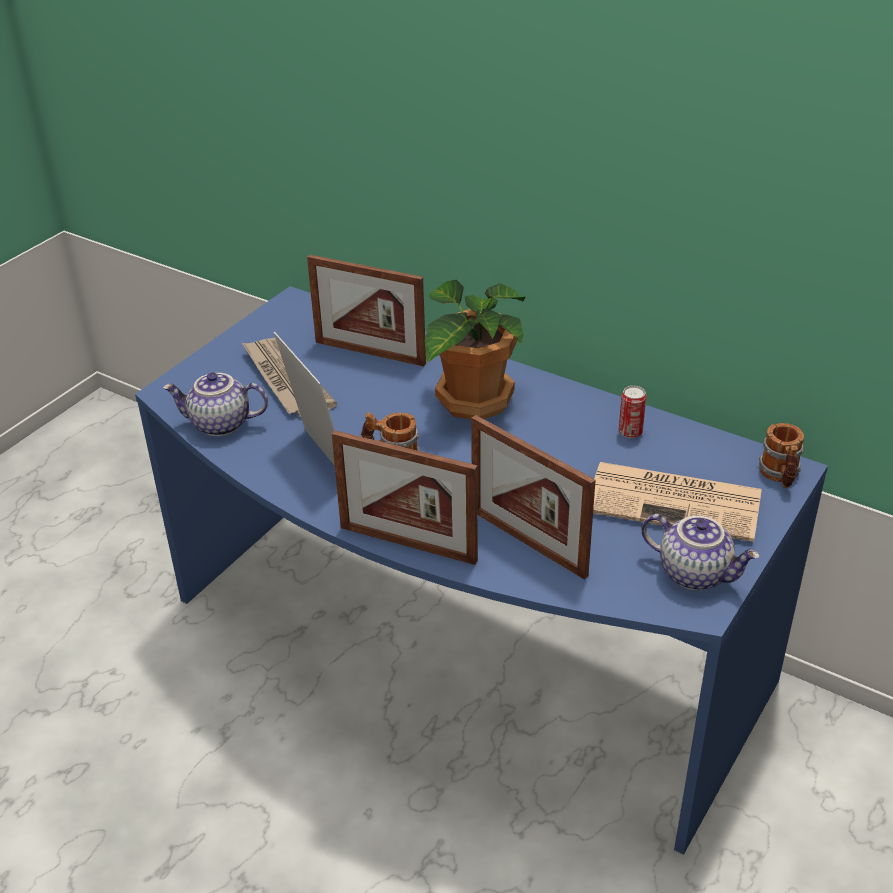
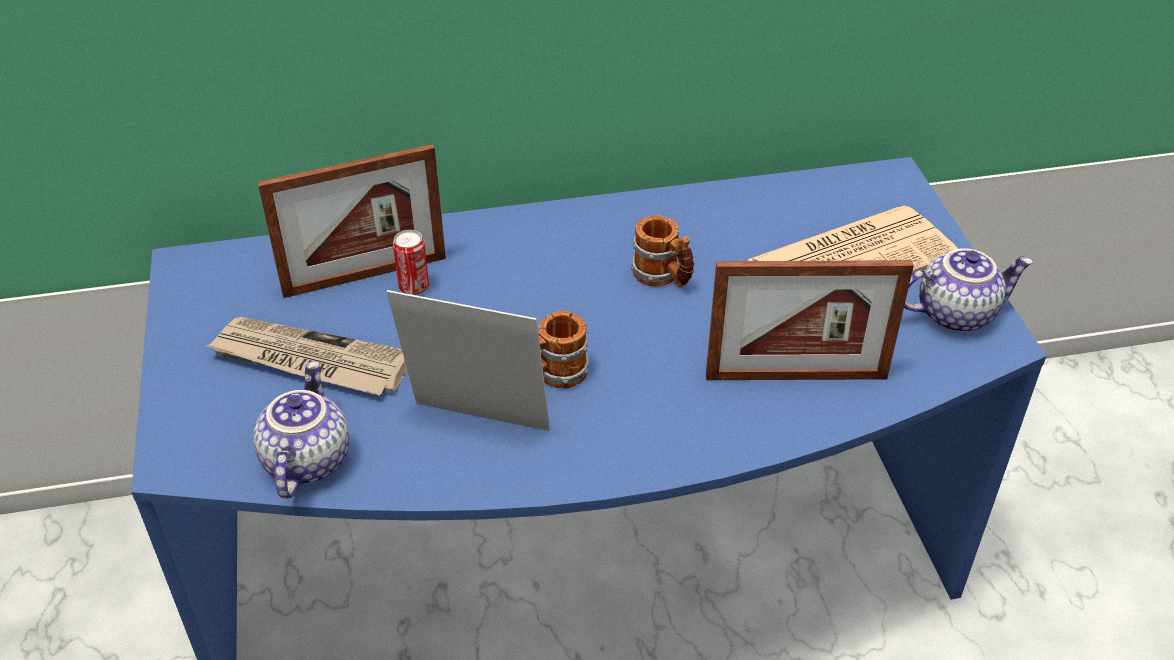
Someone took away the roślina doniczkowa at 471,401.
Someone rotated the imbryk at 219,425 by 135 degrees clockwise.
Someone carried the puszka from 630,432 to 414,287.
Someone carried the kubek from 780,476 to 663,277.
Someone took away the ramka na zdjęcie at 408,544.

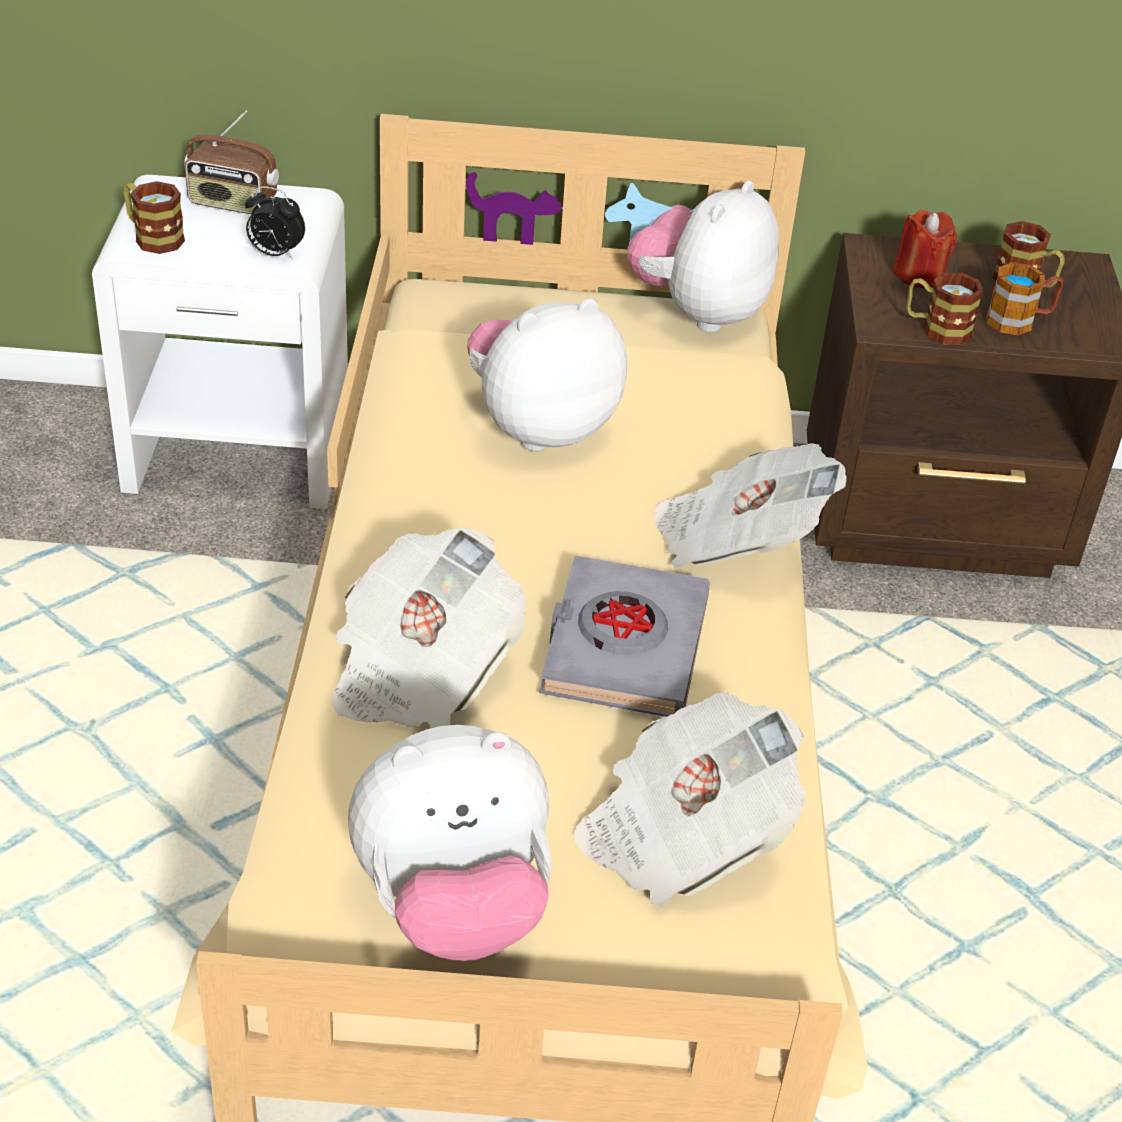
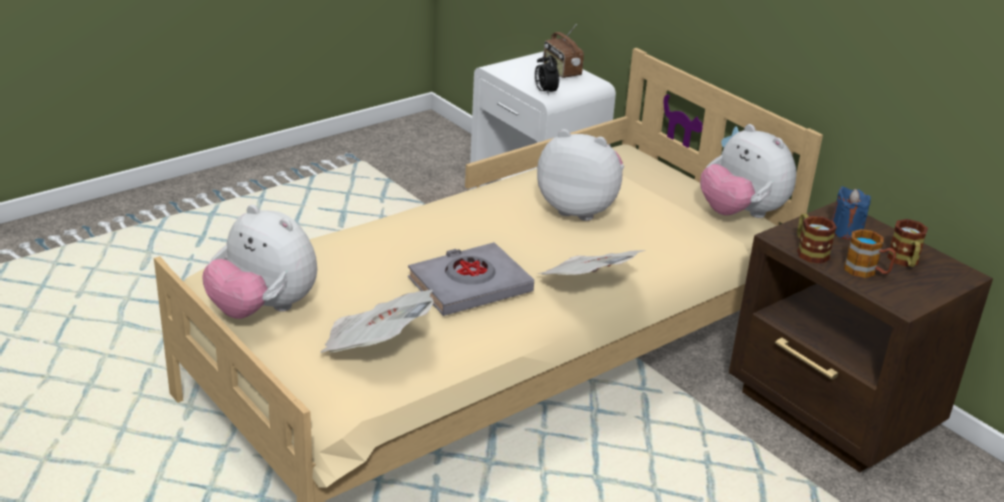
Someone rotated the pluszak at 699,312 by 120 degrees counterclockwise.
Someone took away the kubek at 153,237.
Someone repainted the świeca/czerwony at 919,275, which became the świeca/niebieski at 845,231.
Someone took away the gazeta at 419,670.

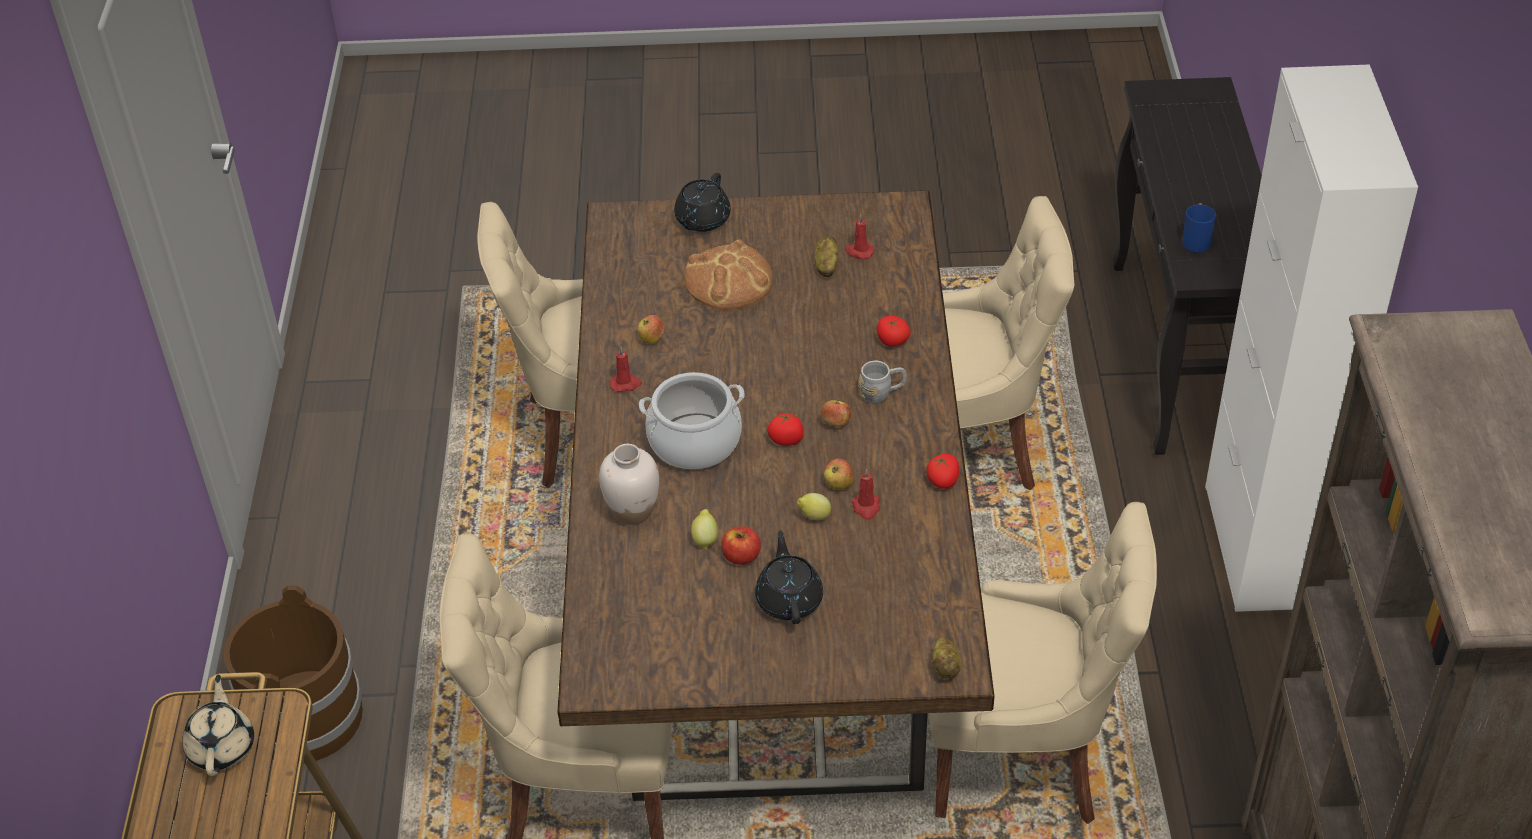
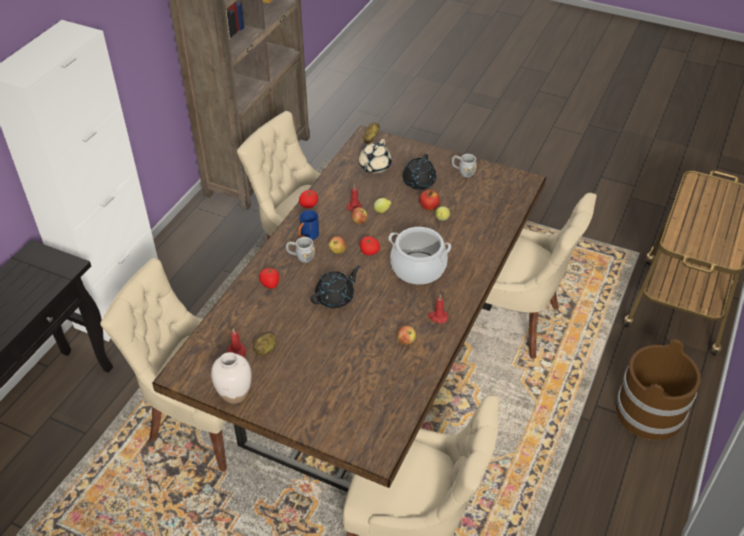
Someone carried the imbryk/czarny from 702,220 to 335,297.
Someone carried the kubek/niebieski from 1196,240 to 307,237.
Someone took away the chleb at 729,280.
Someone carried the wazon/biały from 632,511 to 234,394.
Someone carried the imbryk/beżowy from 222,746 to 374,167.
Someone put down the kubek/szary at 463,172.

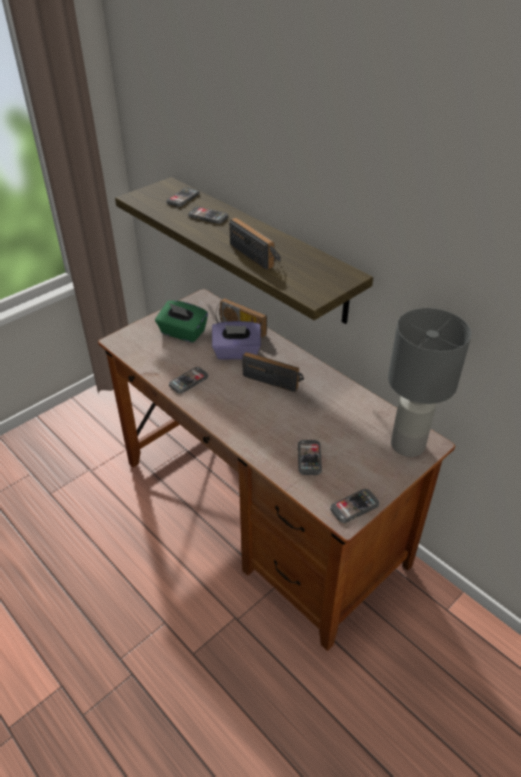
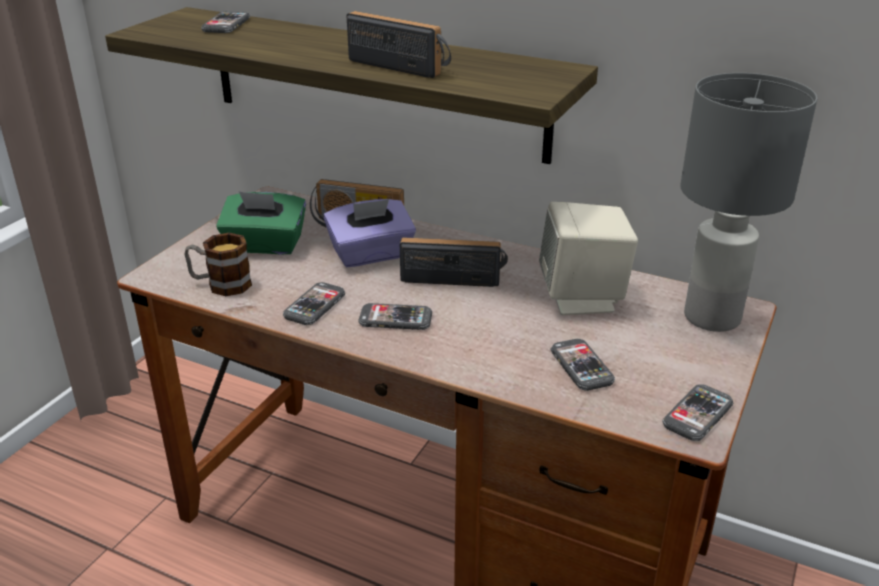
Someone carried the telefon from 208,217 to 395,319.
Someone put down the głośnik/beżowy at 582,298.
Someone put down the kubek at 221,284.

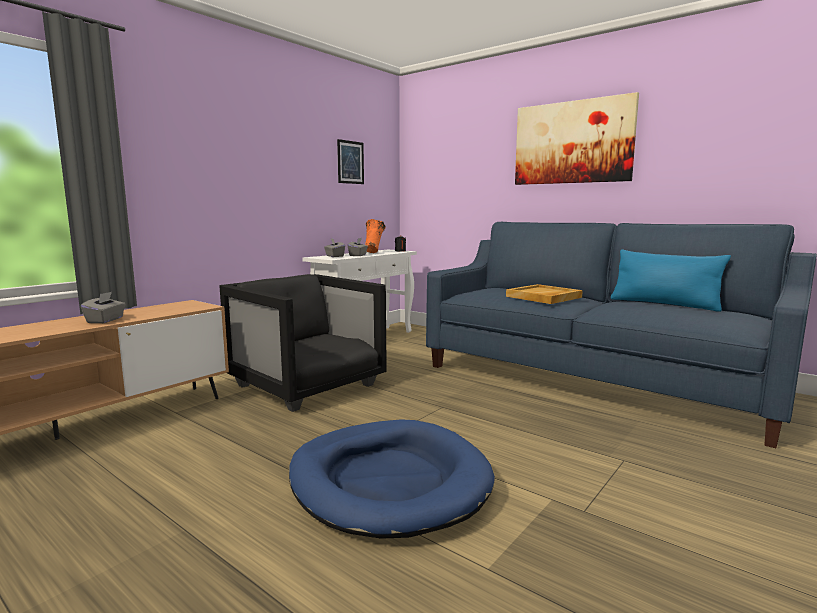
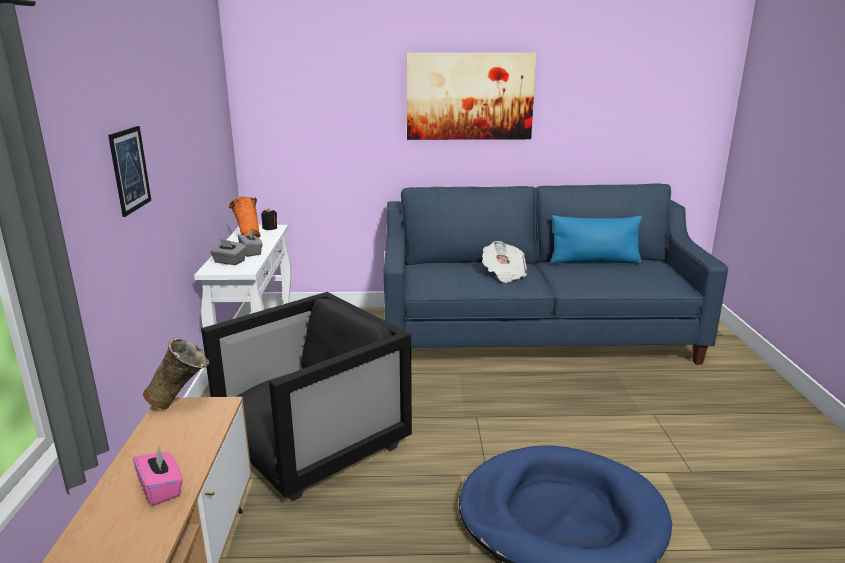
Someone carried the obraz from 350,162 to 130,170.
Someone rotated the fotel/czarny at 308,385 by 135 degrees clockwise.
Someone swapped the taca/beżowy at 543,297 for the gazeta at 504,274.
Someone repainted the pudełko chusteczek/szary at 105,320, which became the pudełko chusteczek/różowy at 161,489.
Someone put down the wazon/beżowy at 182,404.

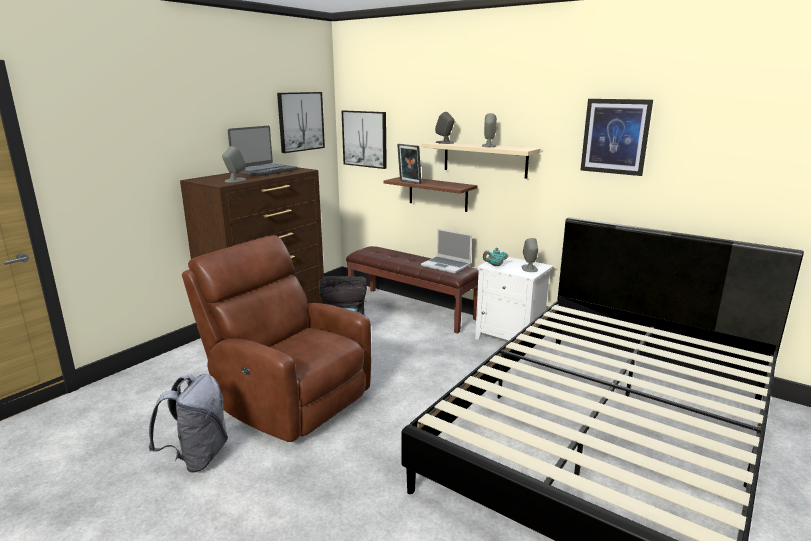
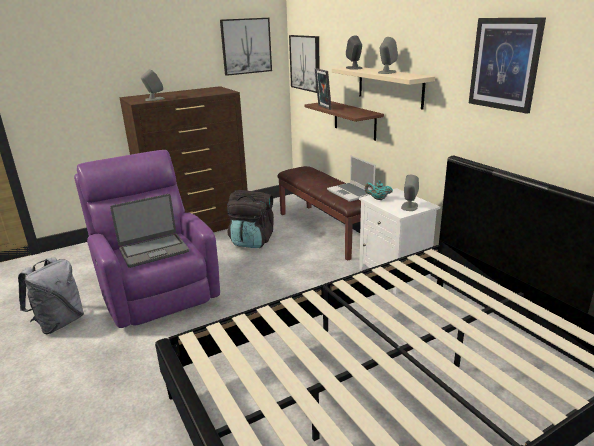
Someone carried the laptop from 265,171 to 153,250.
Someone repainted the fotel/brązowy at 288,399, which became the fotel/fioletowy at 157,292.

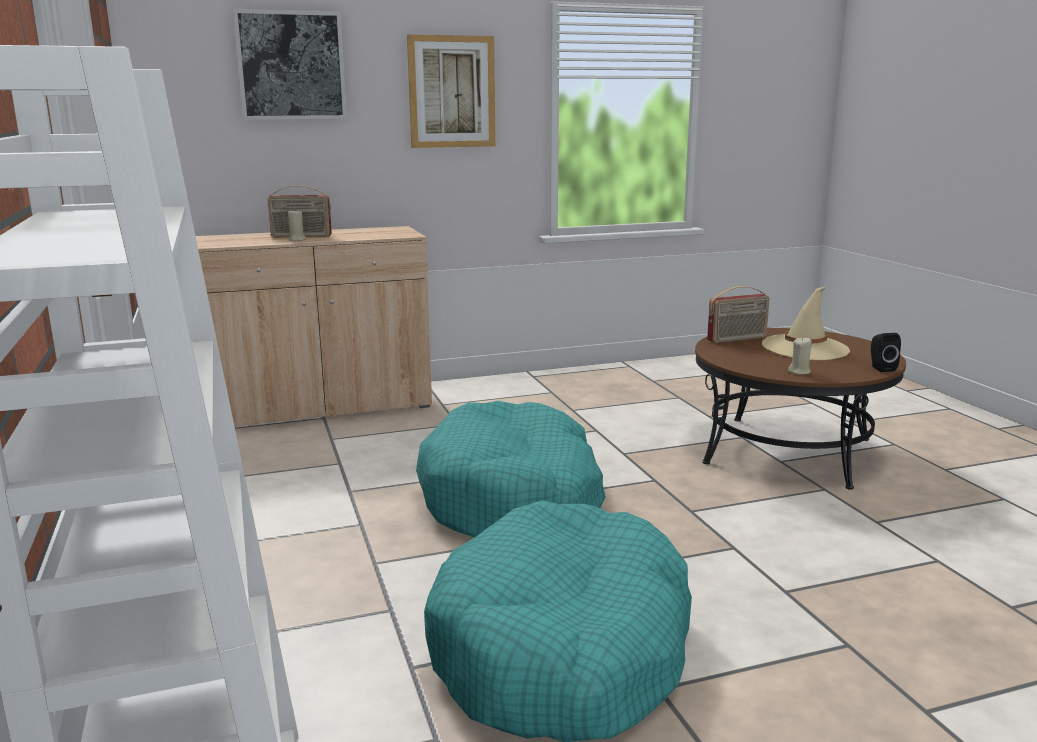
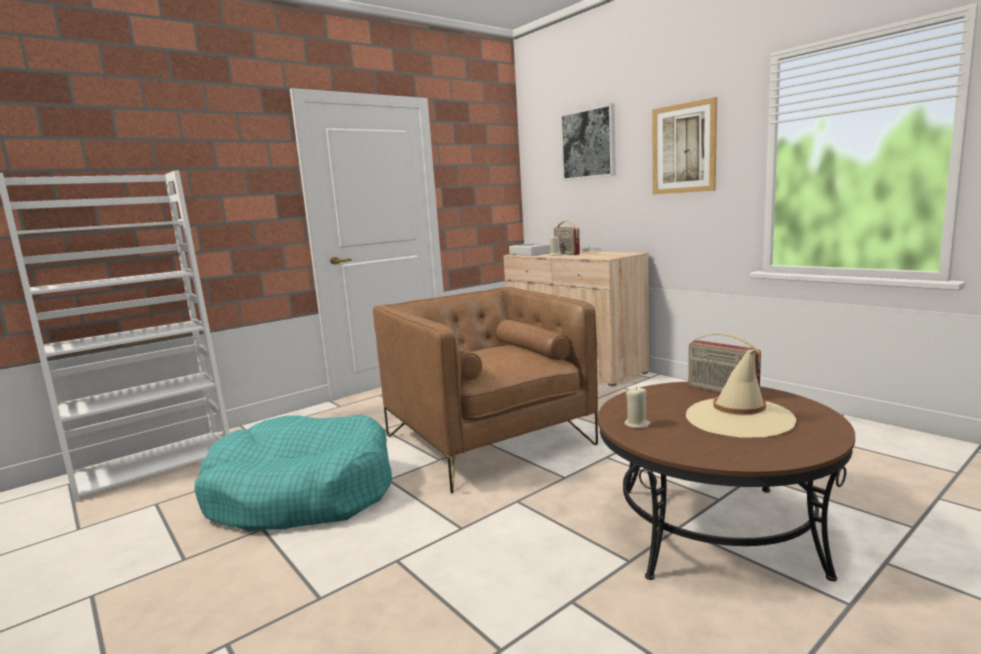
Someone took away the głośnik/czarny at 881,368.
Someone swapped the legowisko/turkusowy at 513,499 for the fotel/brązowy at 487,440.
Someone put down the taca/szary at 533,253.

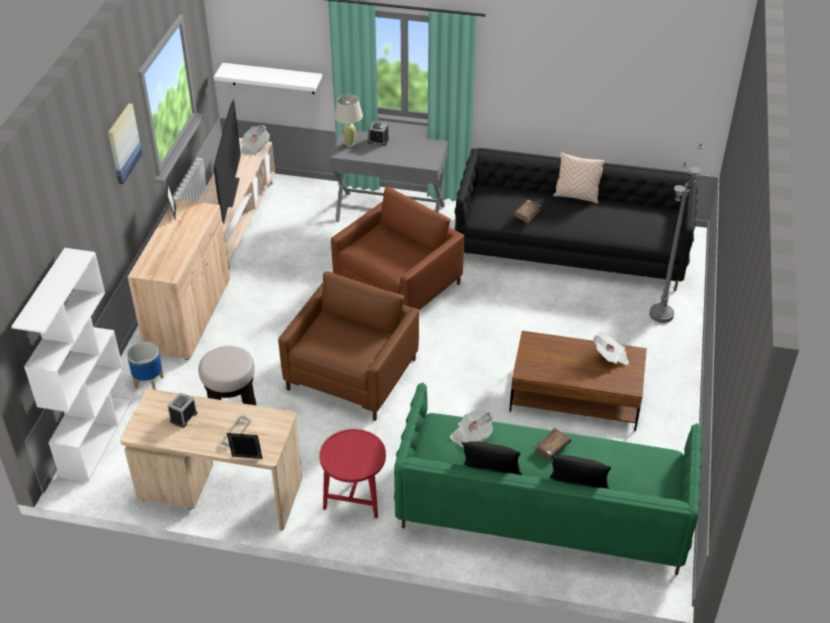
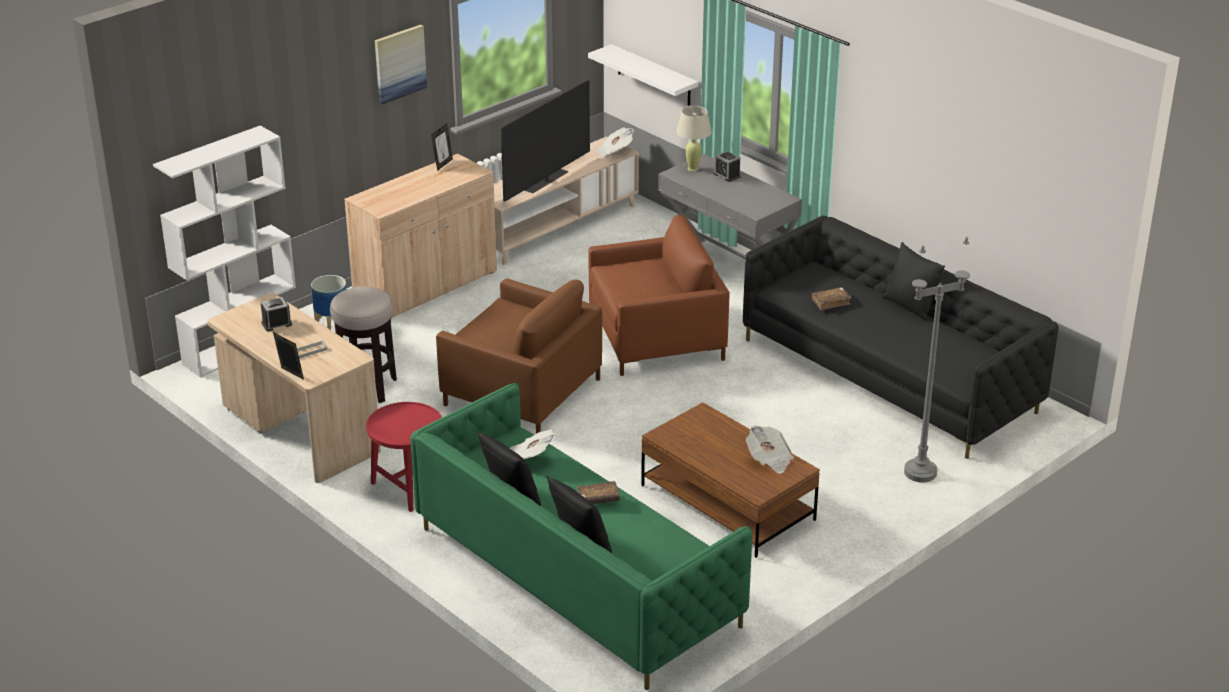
Someone repainted the poduszka/beżowy at 576,196, which became the poduszka/czarny at 909,306.
Someone rotated the fotel/brązowy at 352,374 by 60 degrees clockwise.

